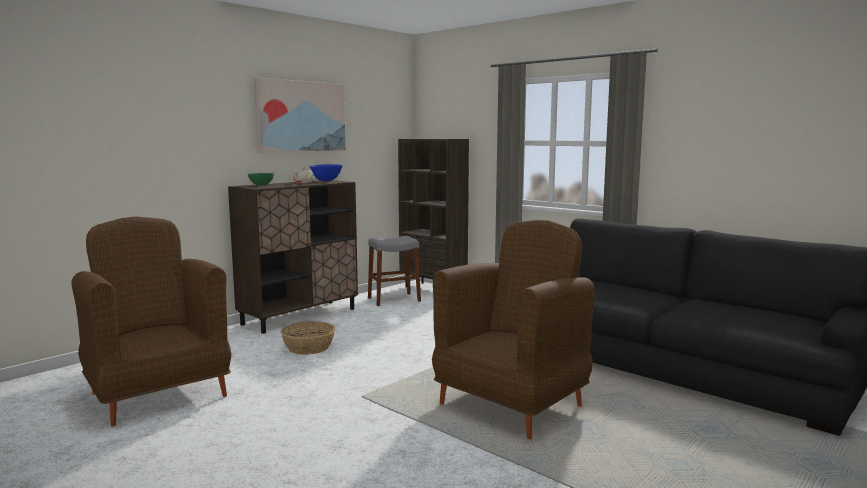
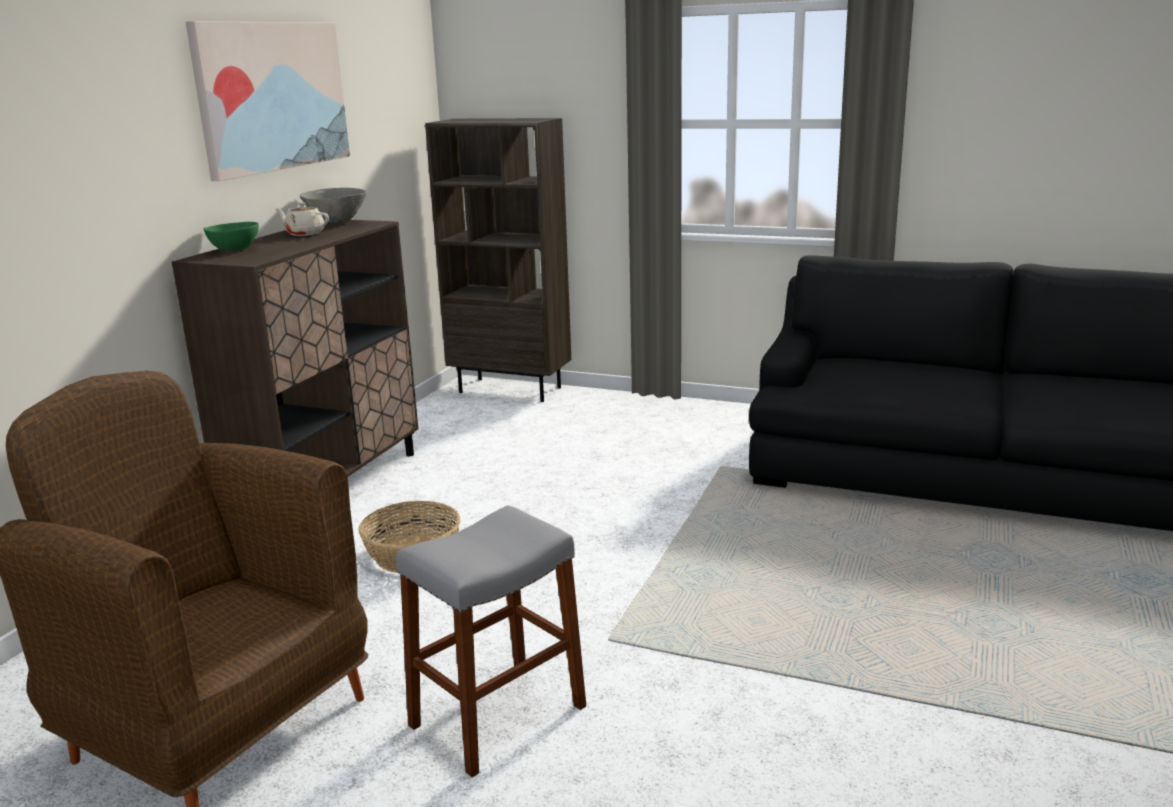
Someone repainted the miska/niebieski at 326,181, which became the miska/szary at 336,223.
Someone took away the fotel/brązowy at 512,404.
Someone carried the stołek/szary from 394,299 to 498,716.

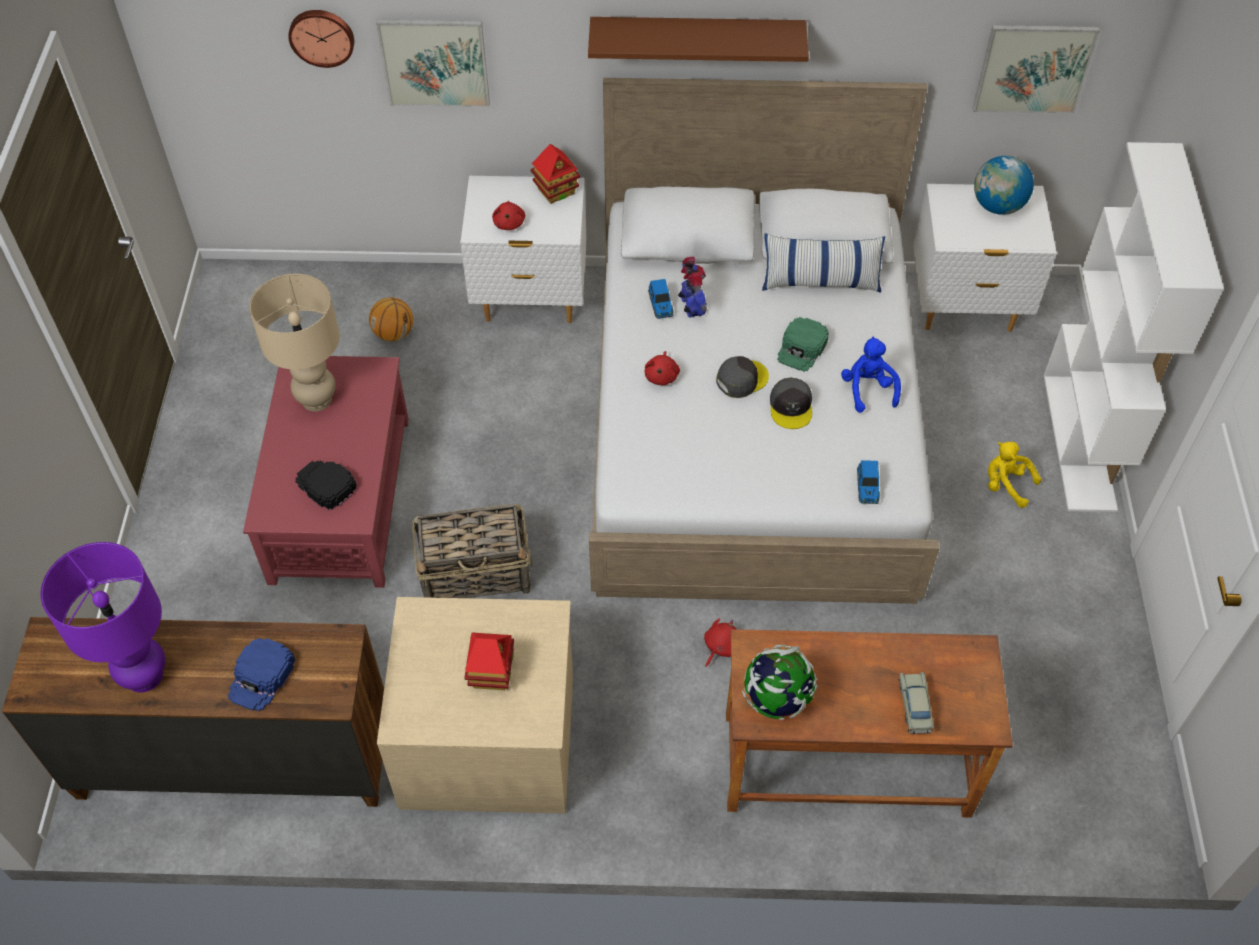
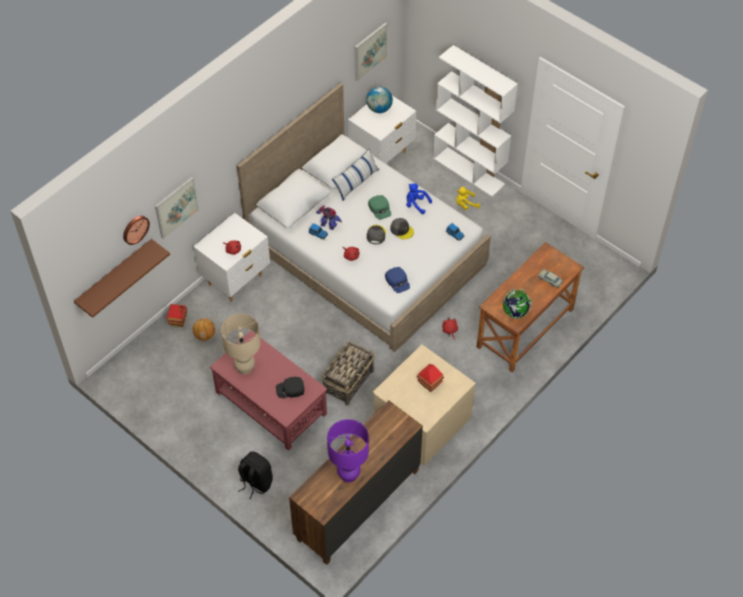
Someone carried the półka/brązowy from 697,38 to 114,276.
Someone carried the domek from 556,191 to 178,321.
Someone carried the czapka z daszkiem/niebieski from 261,678 to 398,281.
Someone put down the plecak/czarny at 255,482.

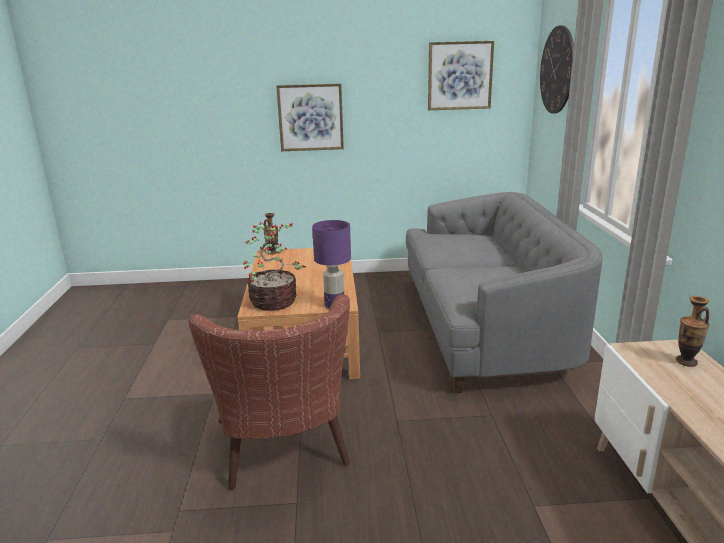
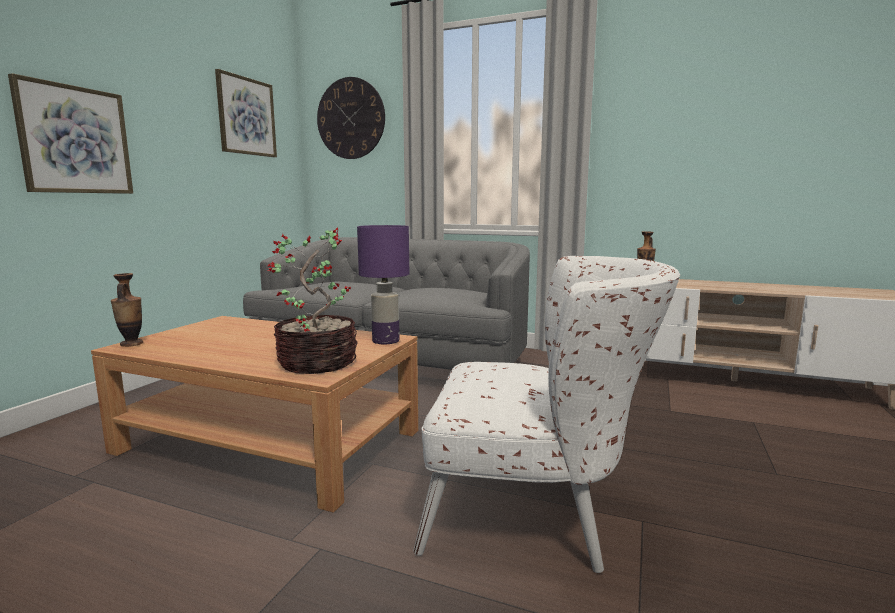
Someone repainted the fotel/brązowy at 283,453, which became the fotel/biały at 536,511.

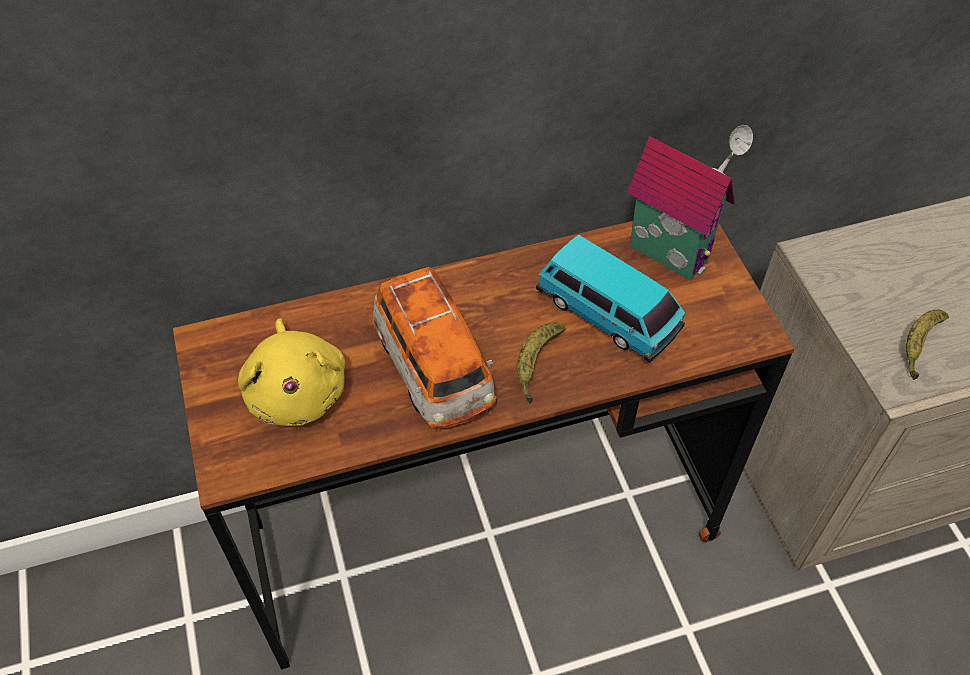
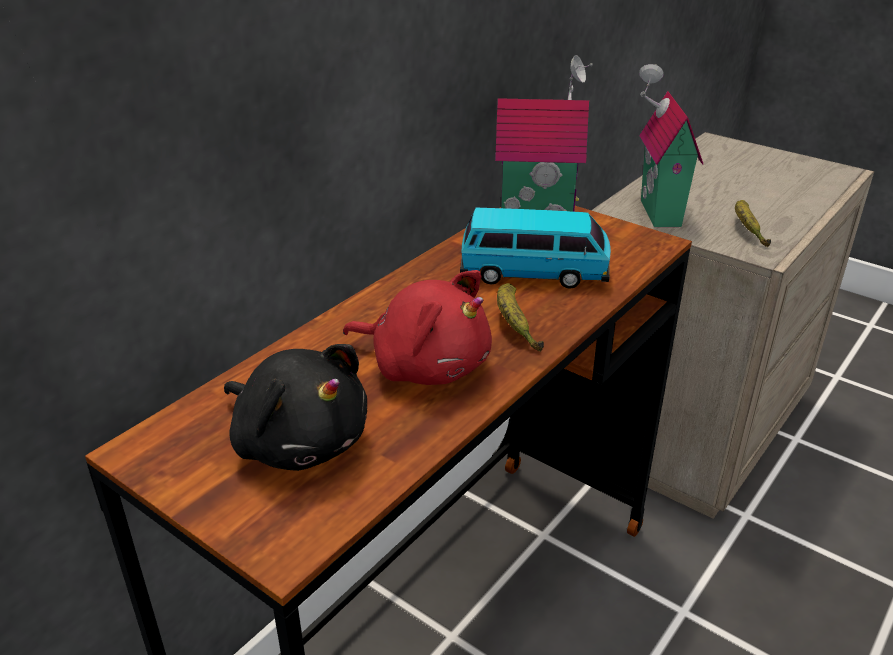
Someone swapped the samochodzik at 434,369 for the pluszak/czerwony at 425,365.
Someone repainted the pluszak/żółty at 297,391, which became the pluszak/czarny at 298,441.
Someone put down the domek at 655,213.

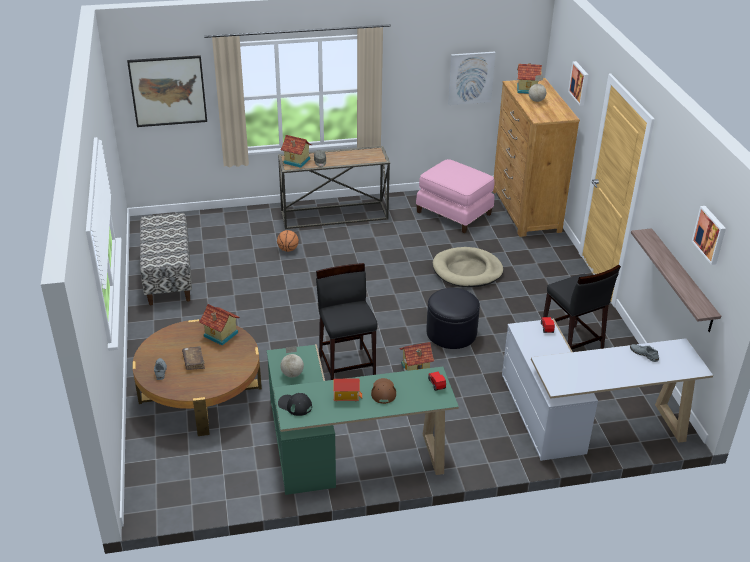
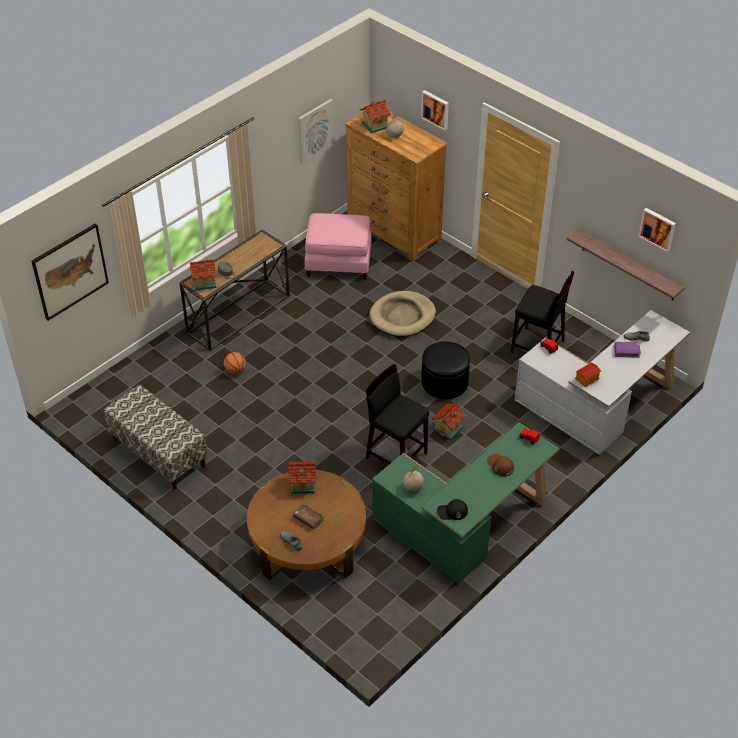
Someone carried the domek from 346,396 to 586,379.
Someone put down the książka/fioletowy at 626,351.

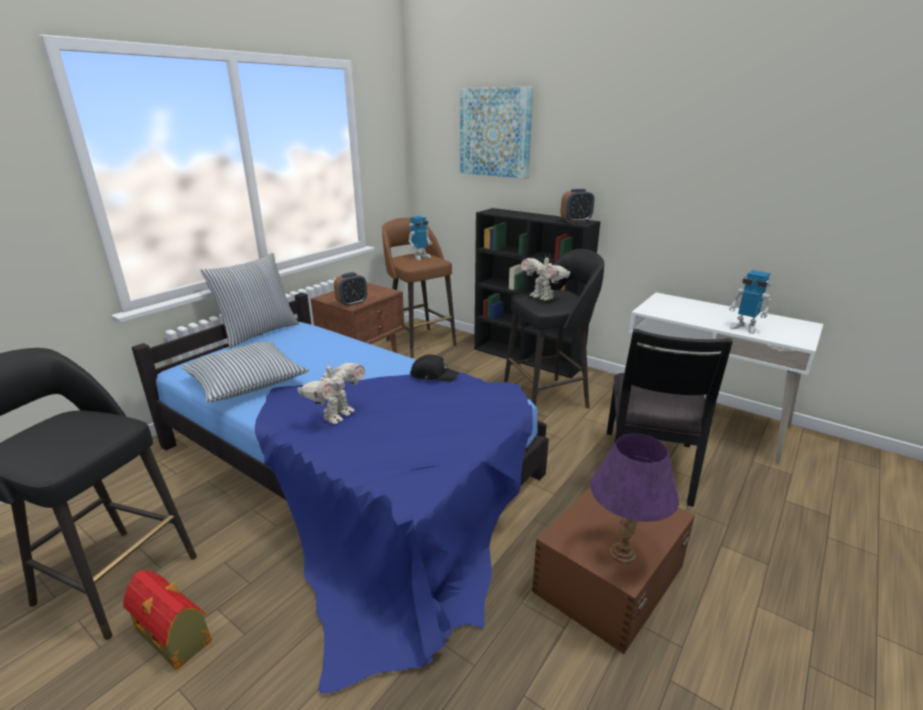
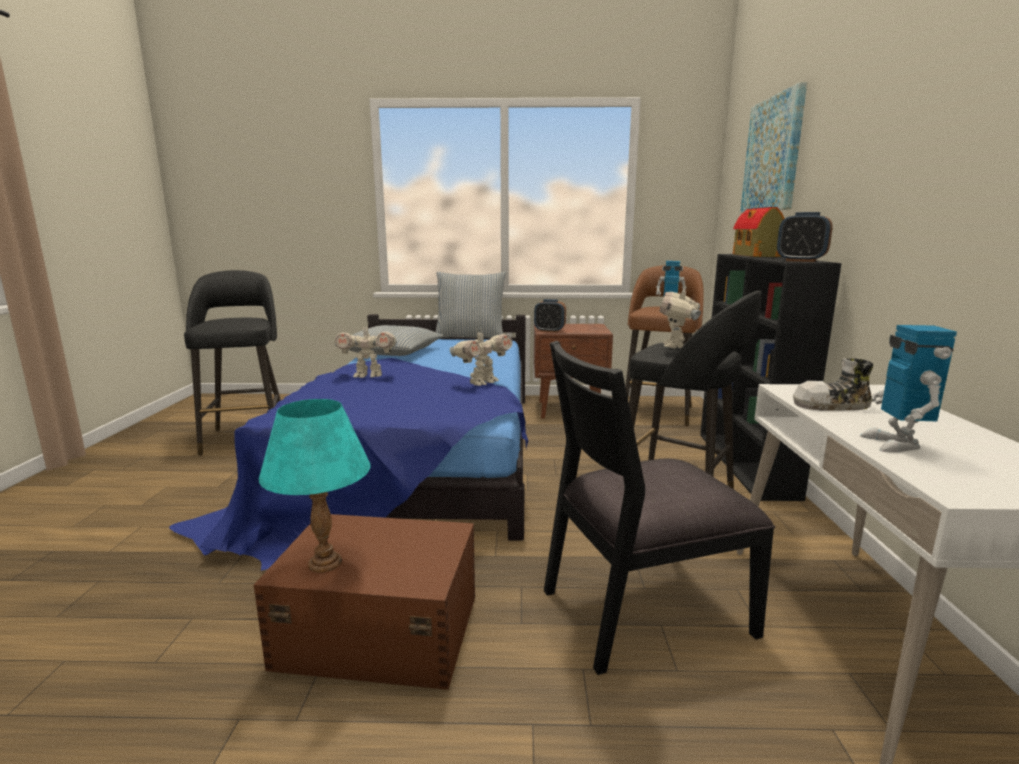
Someone swapped the czapka z daszkiem/czarny at 434,375 for the robot zabawkowy at 482,383.
Someone repainted the lampa stołowa/fioletowy at 622,553, which became the lampa stołowa/turkusowy at 326,562.
Someone carried the domek from 174,637 to 756,255.
Someone put down the but at 832,405.

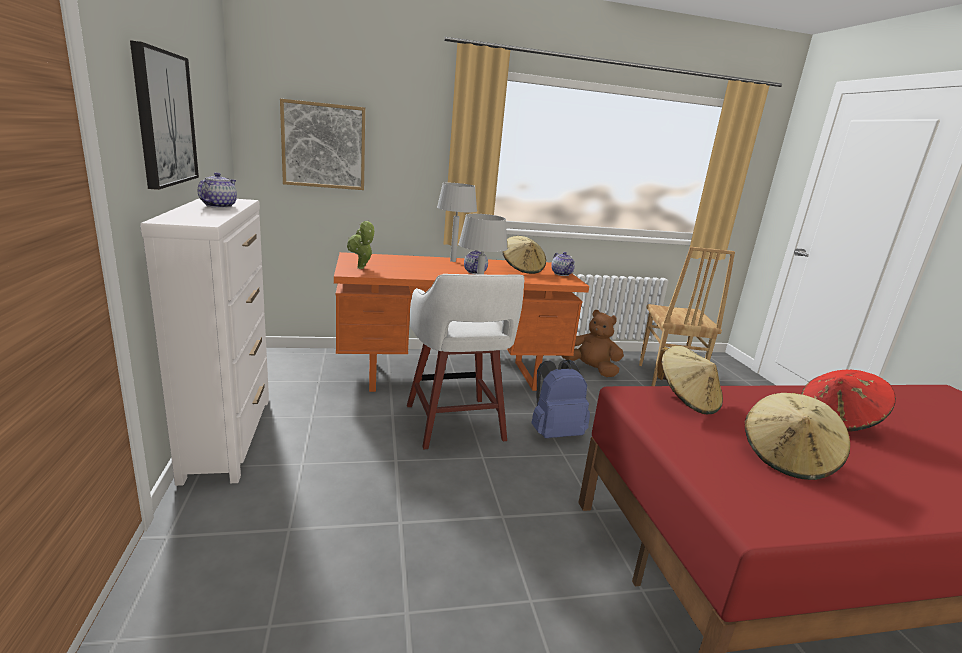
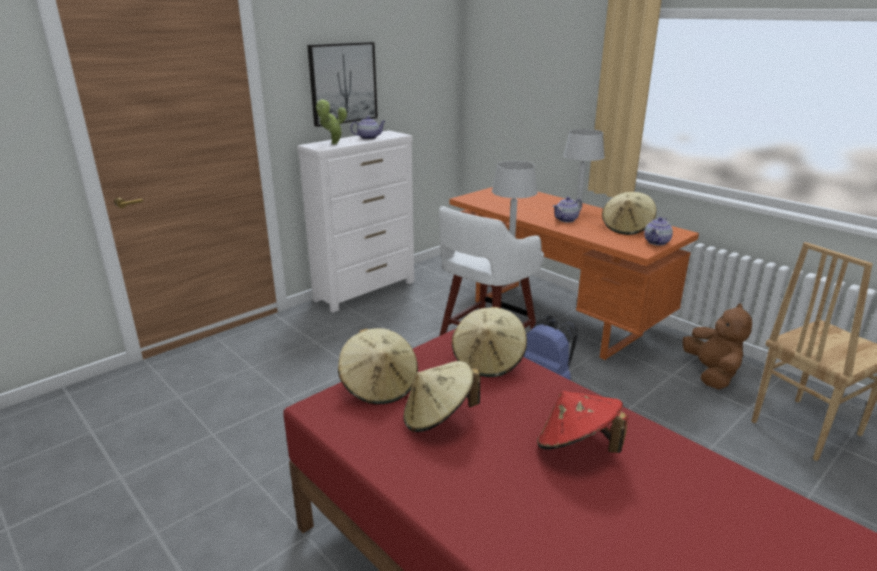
Someone took away the obraz at 324,146.
Someone carried the roślina doniczkowa from 361,268 to 333,144.
Someone put down the kapelusz/beżowy at 379,386.

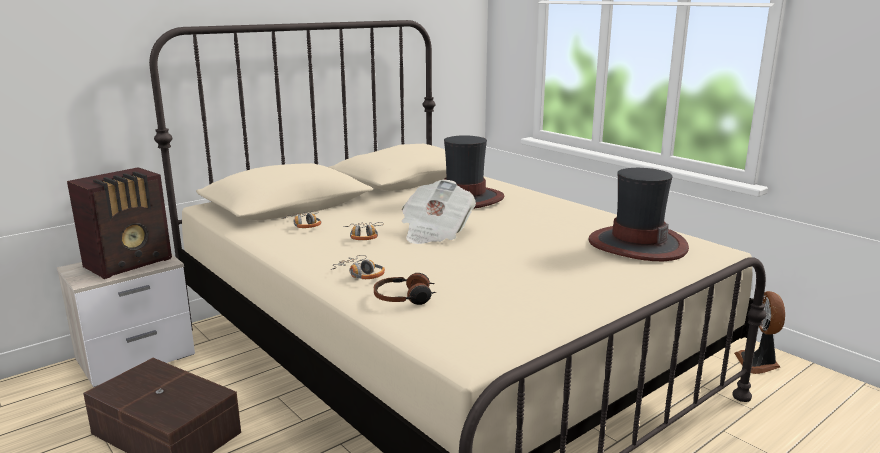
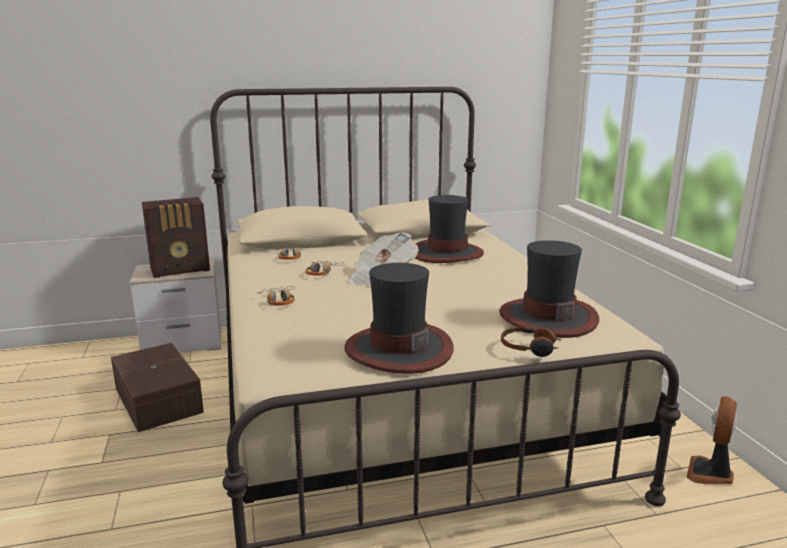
Someone carried the słuchawki from 405,298 to 529,348.
Someone put down the kapelusz at 398,349.

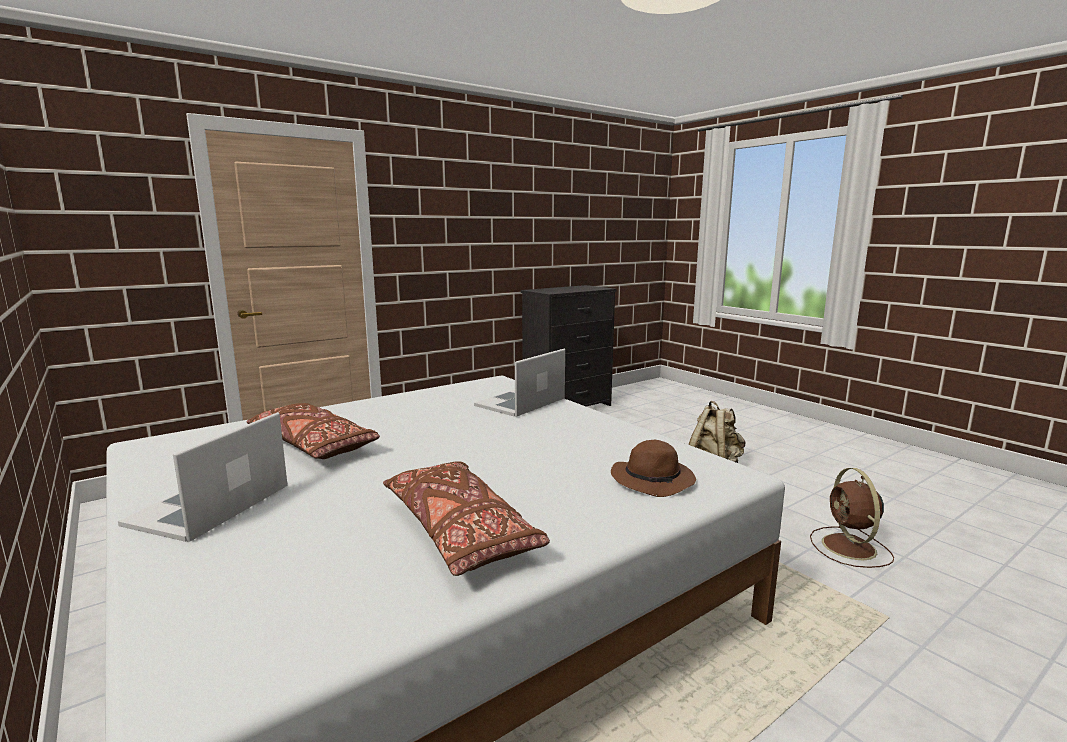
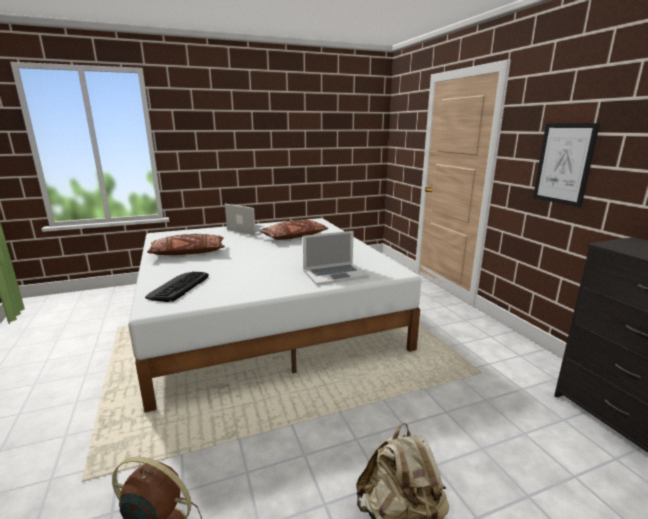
Someone rotated the laptop at 521,402 by 105 degrees clockwise.
Someone swapped the kapelusz/brązowy at 654,480 for the klawiatura at 178,287.
Someone put up the obraz at 563,164.

